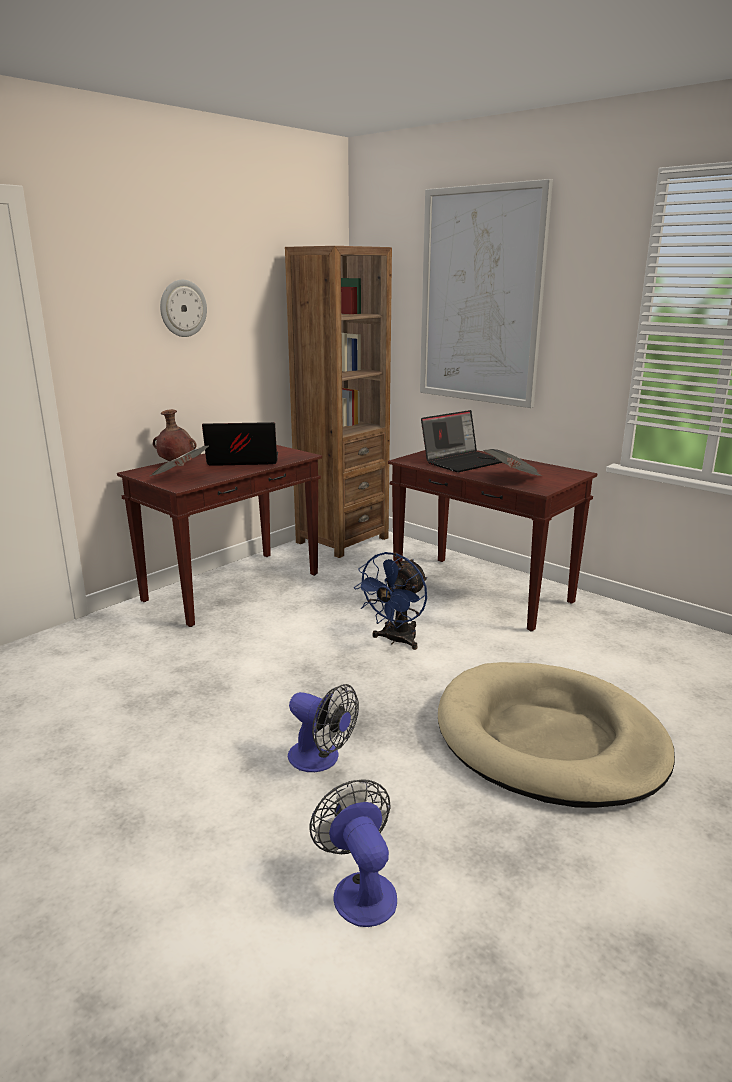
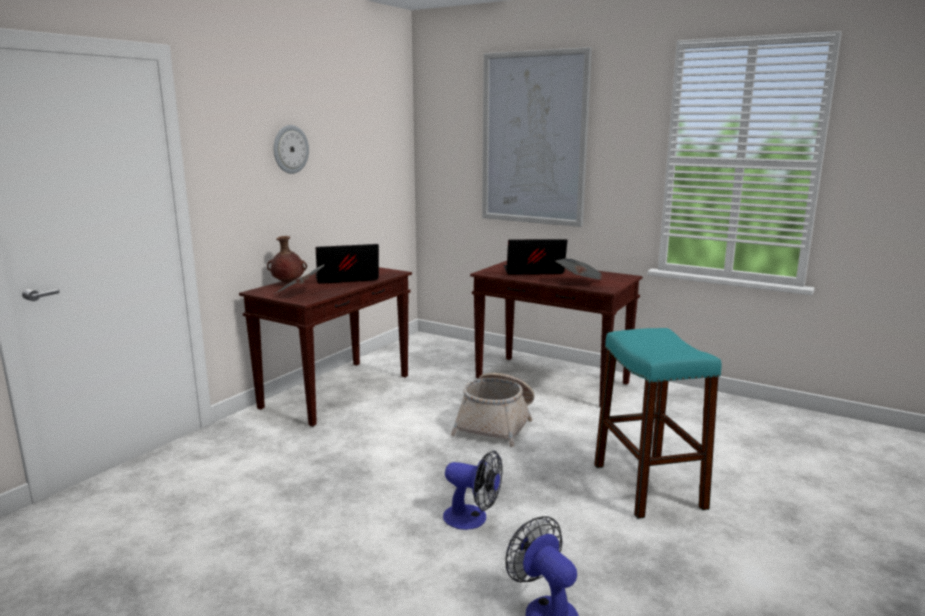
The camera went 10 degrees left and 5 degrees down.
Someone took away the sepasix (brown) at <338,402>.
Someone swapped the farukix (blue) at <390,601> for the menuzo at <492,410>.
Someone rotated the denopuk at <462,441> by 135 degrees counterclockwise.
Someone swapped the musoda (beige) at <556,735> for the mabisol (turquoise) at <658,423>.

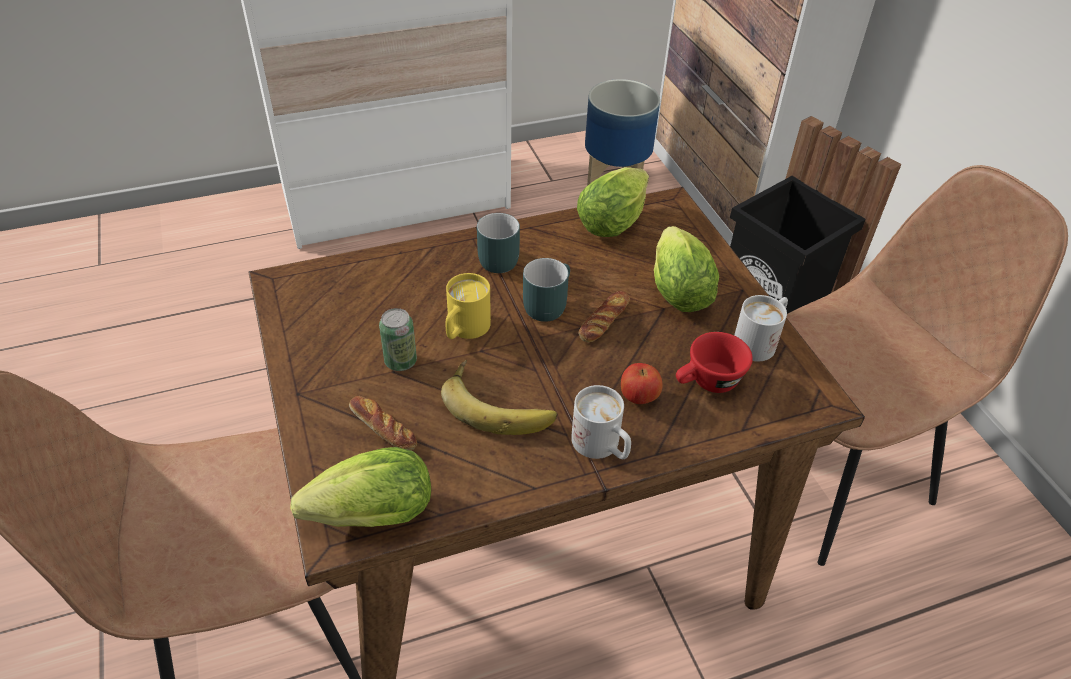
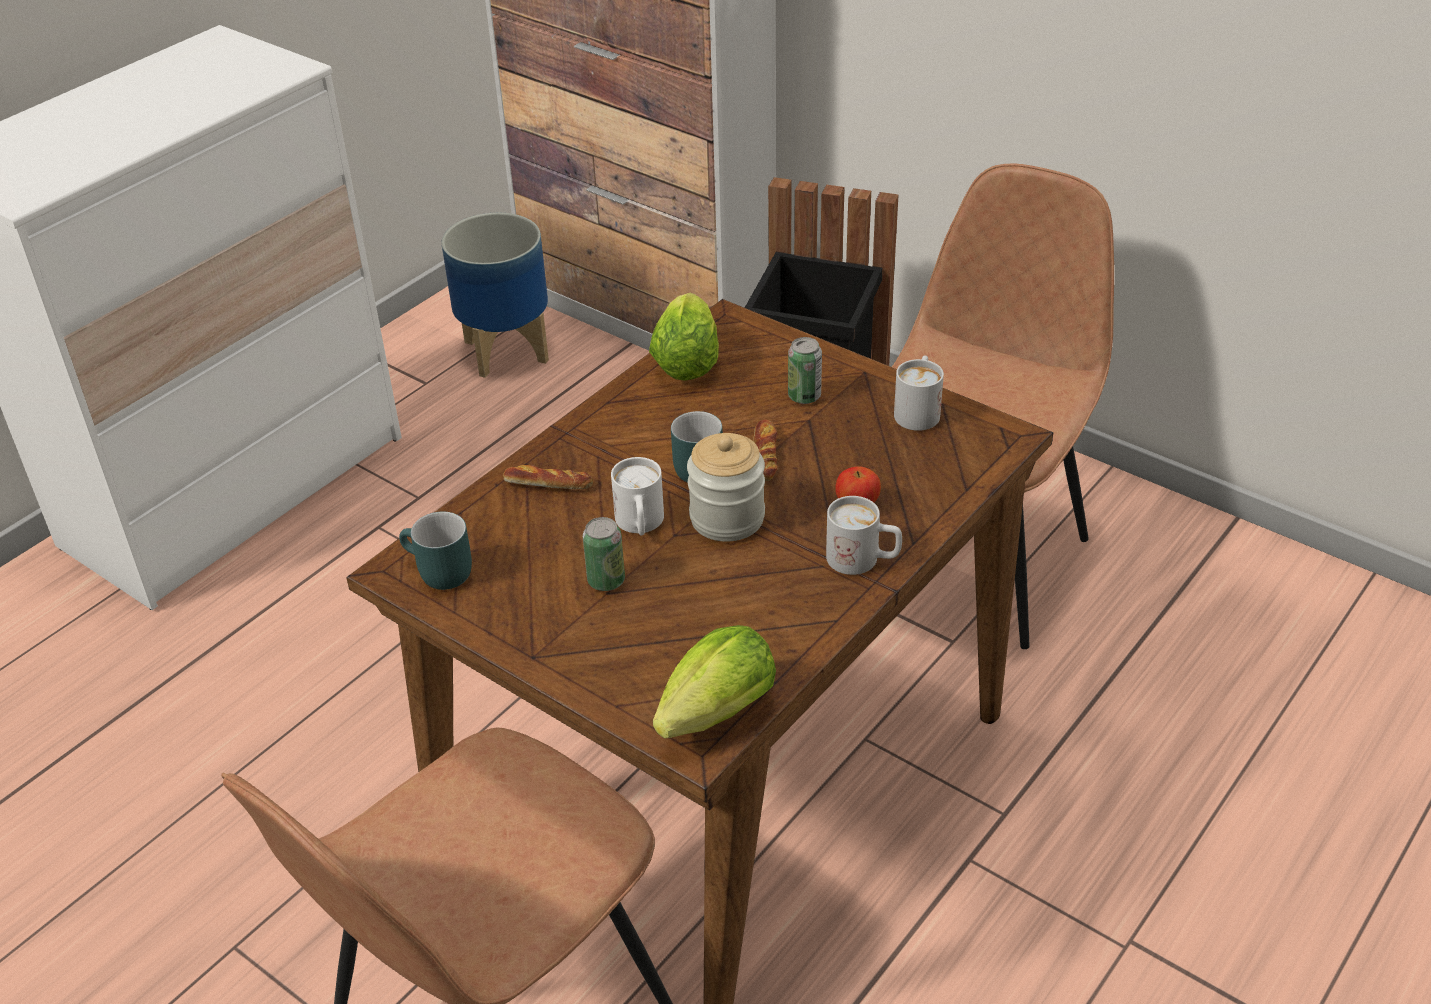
The camera went 30 degrees left and 5 degrees down.
Someone carried the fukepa from <383,423> to <548,477>.
Someone took away the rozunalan at <499,397>.
Someone repainted the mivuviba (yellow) at <468,306>, which became the mivuviba (white) at <637,496>.
Someone carried the mivuviba (turquoise) from <498,243> to <435,550>.
Someone swapped the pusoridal at <686,269> for the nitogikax at <805,370>.
Someone took away the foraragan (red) at <714,362>.
Someone put down the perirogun at <726,487>.

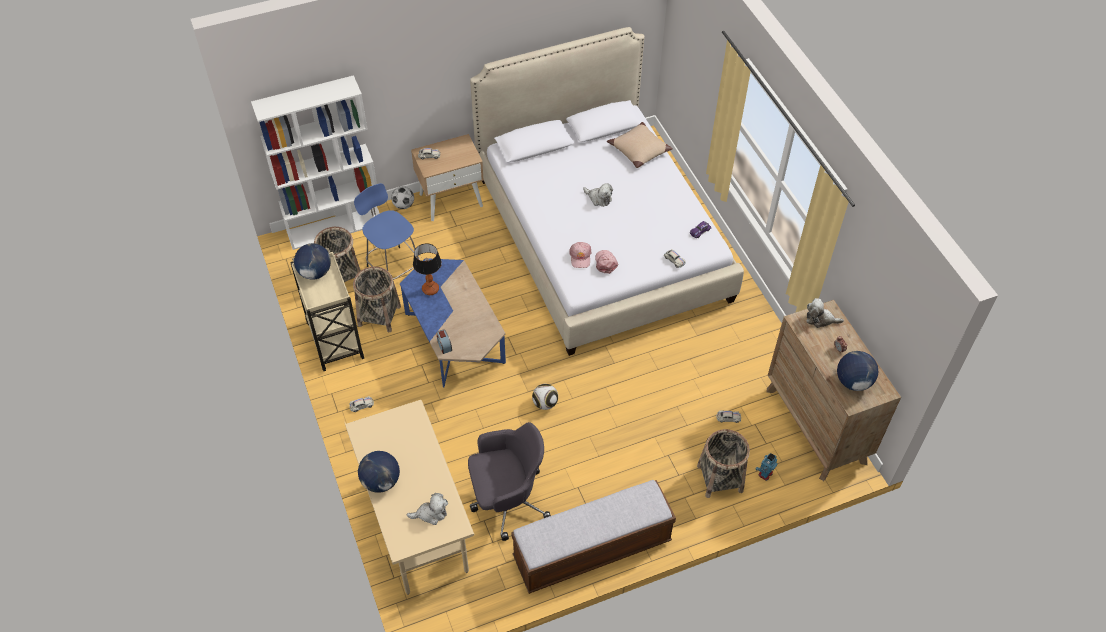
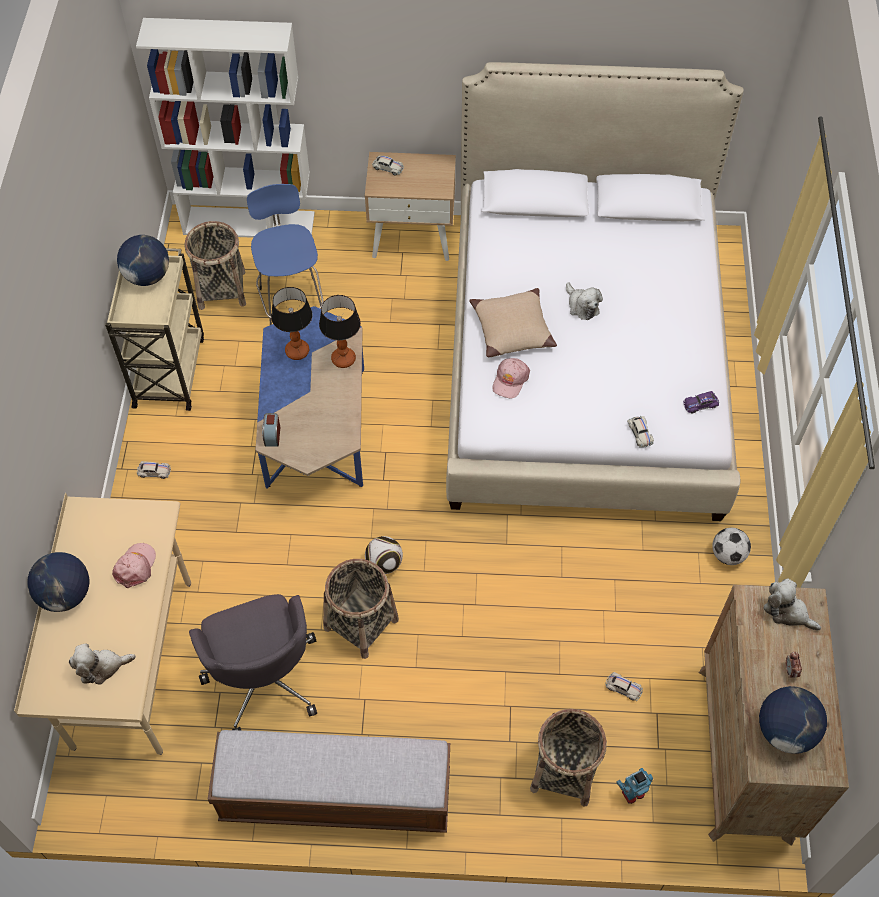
The camera went 25 degrees right and 5 degrees up.
Someone carried the menuzo from <377,299> to <361,609>.
Someone carried the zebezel from <402,197> to <731,546>.
Someone rotated the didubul at <427,509> by 150 degrees clockwise.
Someone rotated the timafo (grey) at <509,481> by 60 degrees clockwise.
Someone carried the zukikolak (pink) from <606,262> to <134,565>.
Someone carried the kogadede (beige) from <640,145> to <513,322>.
Someone put down the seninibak at <340,331>.

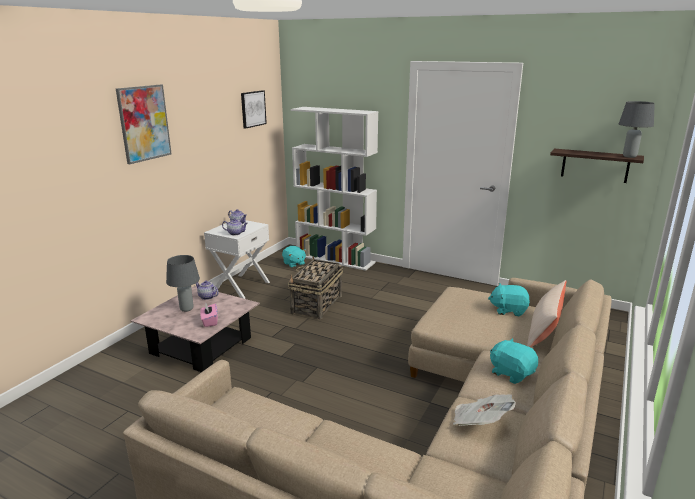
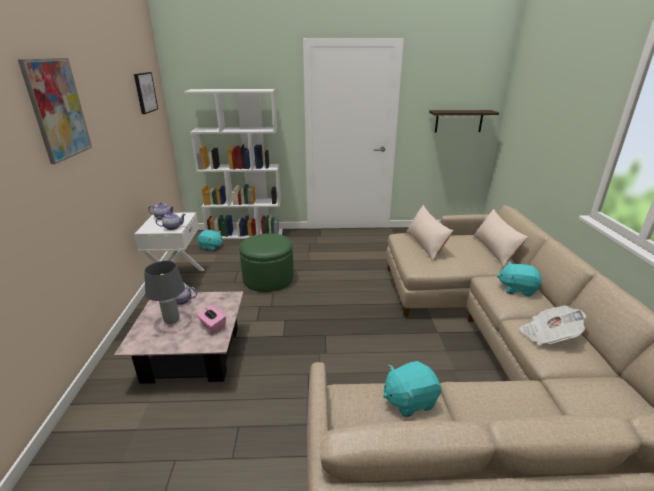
The camera went 30 degrees left and 5 degrees up.
Someone swapped the menuzo at <315,287> for the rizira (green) at <266,262>.
Someone carried the didubul (turquoise) from <509,299> to <412,389>.
Someone took away the seninibak (grey) at <637,129>.
Someone put down the kogadede (beige) at <429,233>.

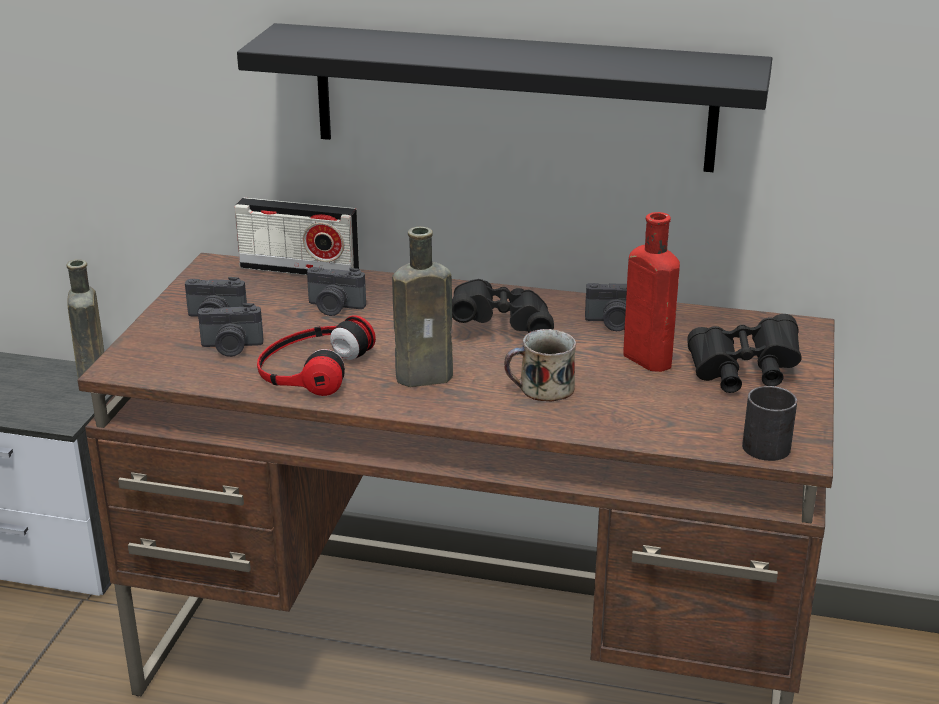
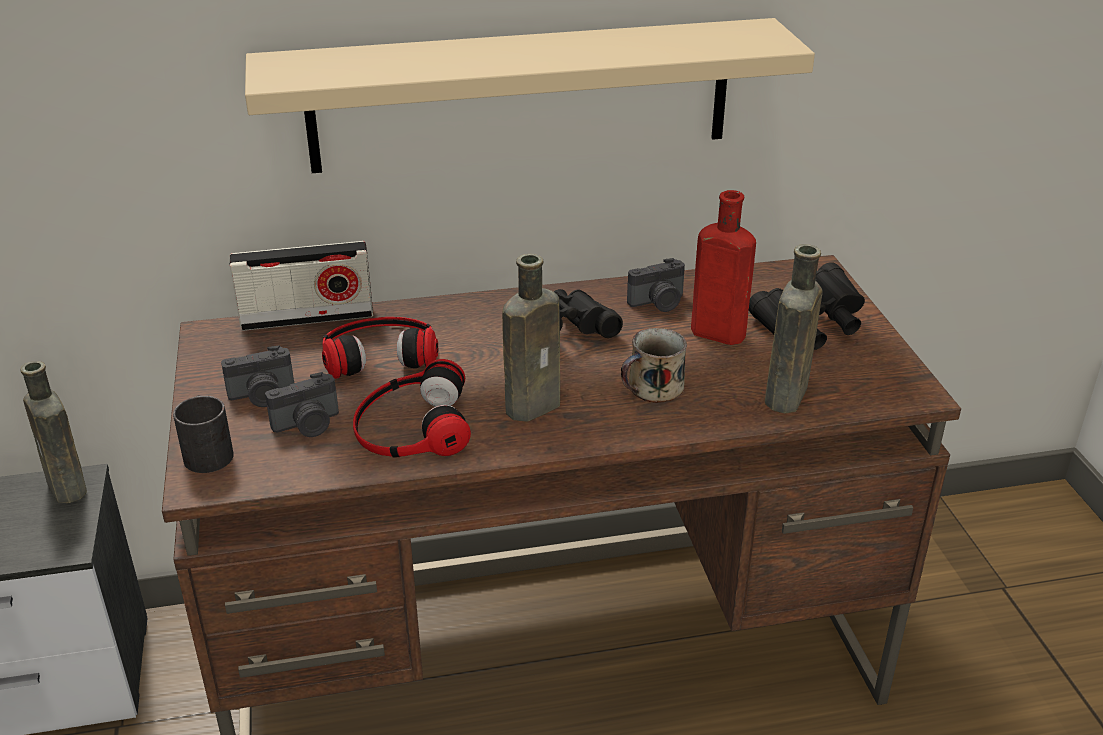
The camera went 25 degrees left and 5 degrees up.
Someone repainted the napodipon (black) at <504,97>, which became the napodipon (beige) at <530,95>.
Someone swapped the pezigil at <336,291> for the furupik at <380,348>.
Someone carried the mivuviba (black) from <769,423> to <203,434>.
Someone put down the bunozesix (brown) at <794,328>.

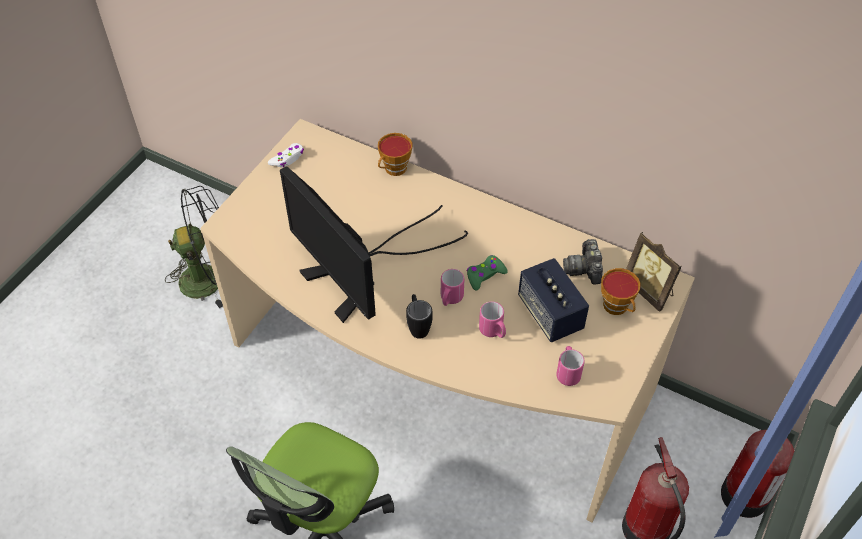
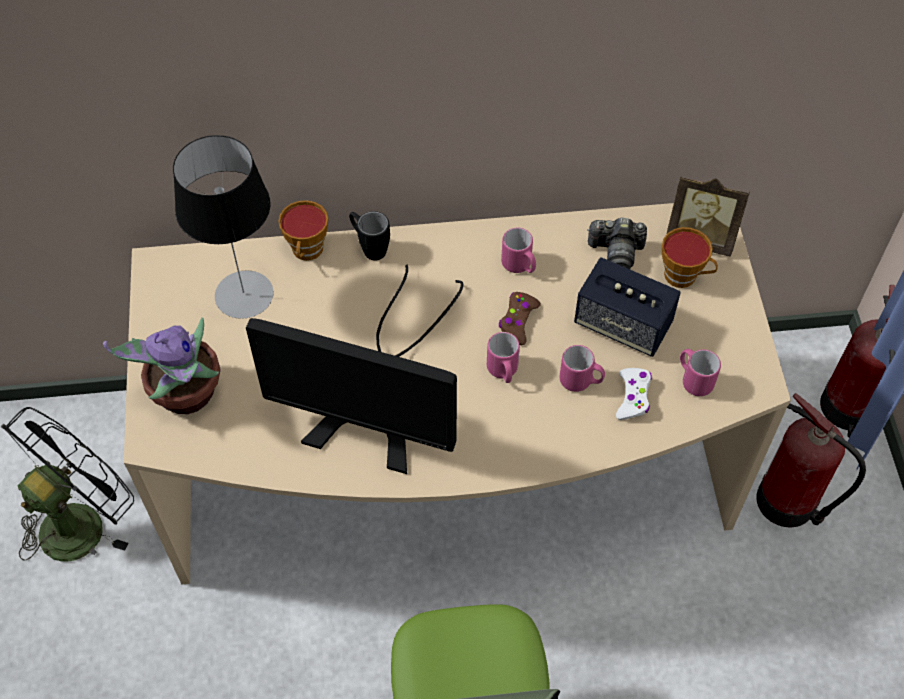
The camera went 35 degrees left and 5 degrees up.
Someone carried the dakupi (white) from <286,155> to <634,394>.
Someone carried the mivuviba (black) from <419,316> to <369,236>.
Someone repainted the dakupi (green) at <487,273>, which became the dakupi (brown) at <520,318>.
Someone rotated the pezigil at <583,262> by 45 degrees counterclockwise.
Someone put down the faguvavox at <161,366>.
Someone put down the seninibak at <223,227>.
Someone put down the mivuviba (pink) at <518,250>.

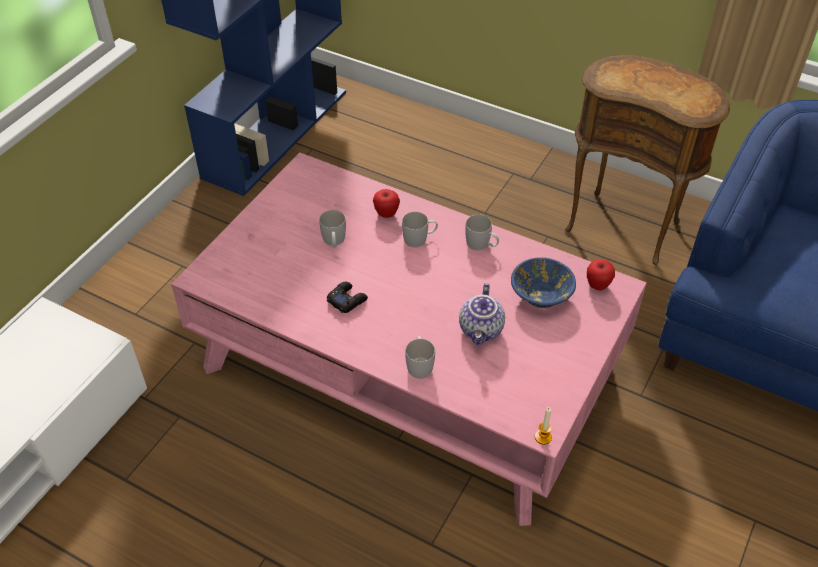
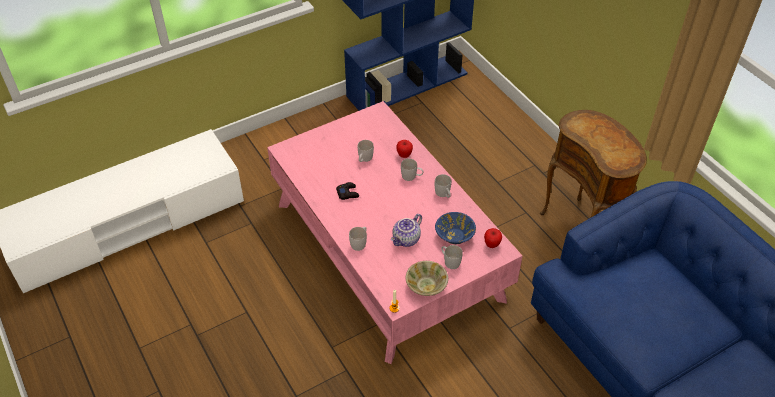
The camera went 30 degrees right and 0 degrees up.
Someone put down the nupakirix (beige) at <426,278>.
Someone put down the mivuviba (white) at <452,257>.

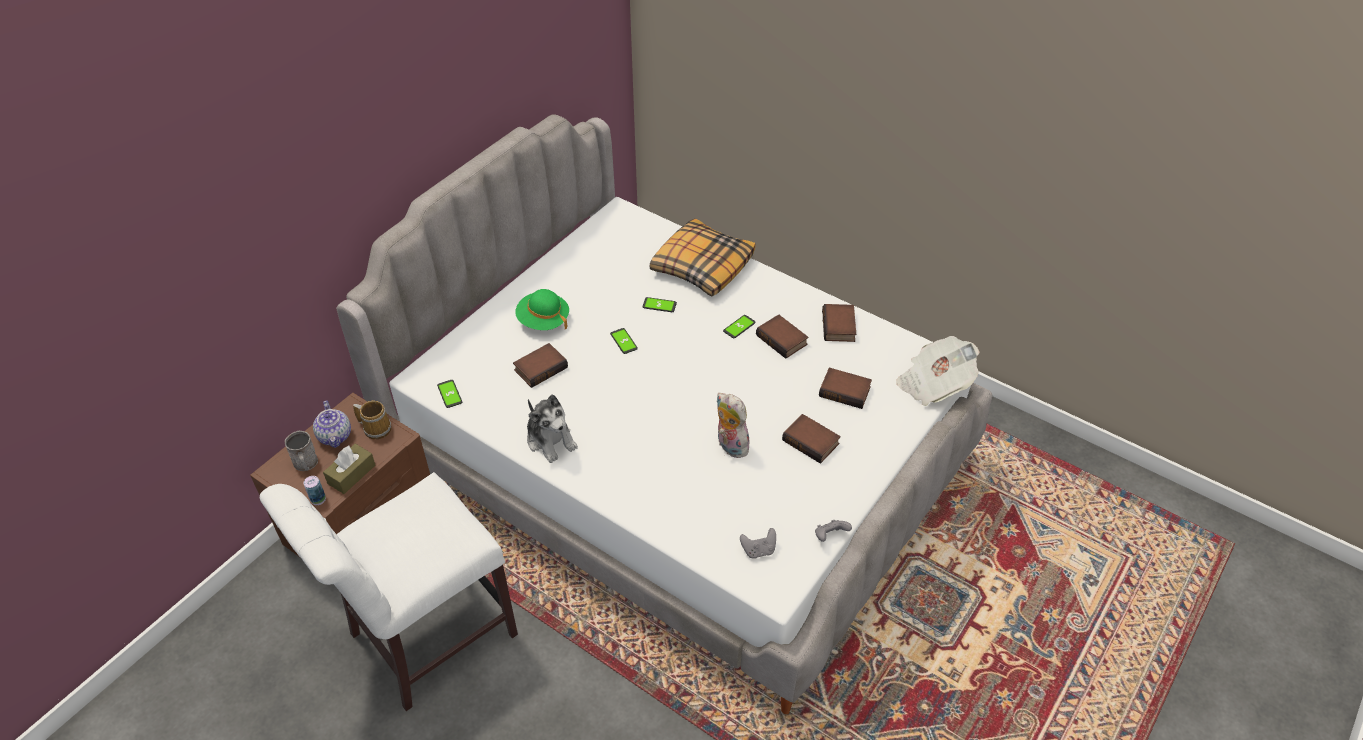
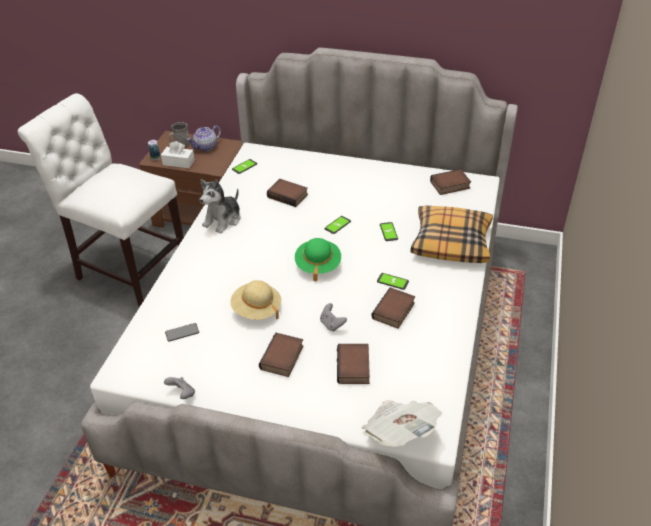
The camera went 70 degrees right and 5 degrees down.
Someone repainted the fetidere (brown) at <349,469>, which became the fetidere (white) at <178,154>.
Someone took away the mivuviba at <372,419>.
Someone carried the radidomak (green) from <542,309> to <318,260>.
Someone swapped the didubul at <733,425> for the radidomak (beige) at <255,300>.
Someone carried the dakupi (grey) from <758,543> to <333,317>.
Someone carried the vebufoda from <839,323> to <450,182>.
Someone put down the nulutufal at <182,332>.

